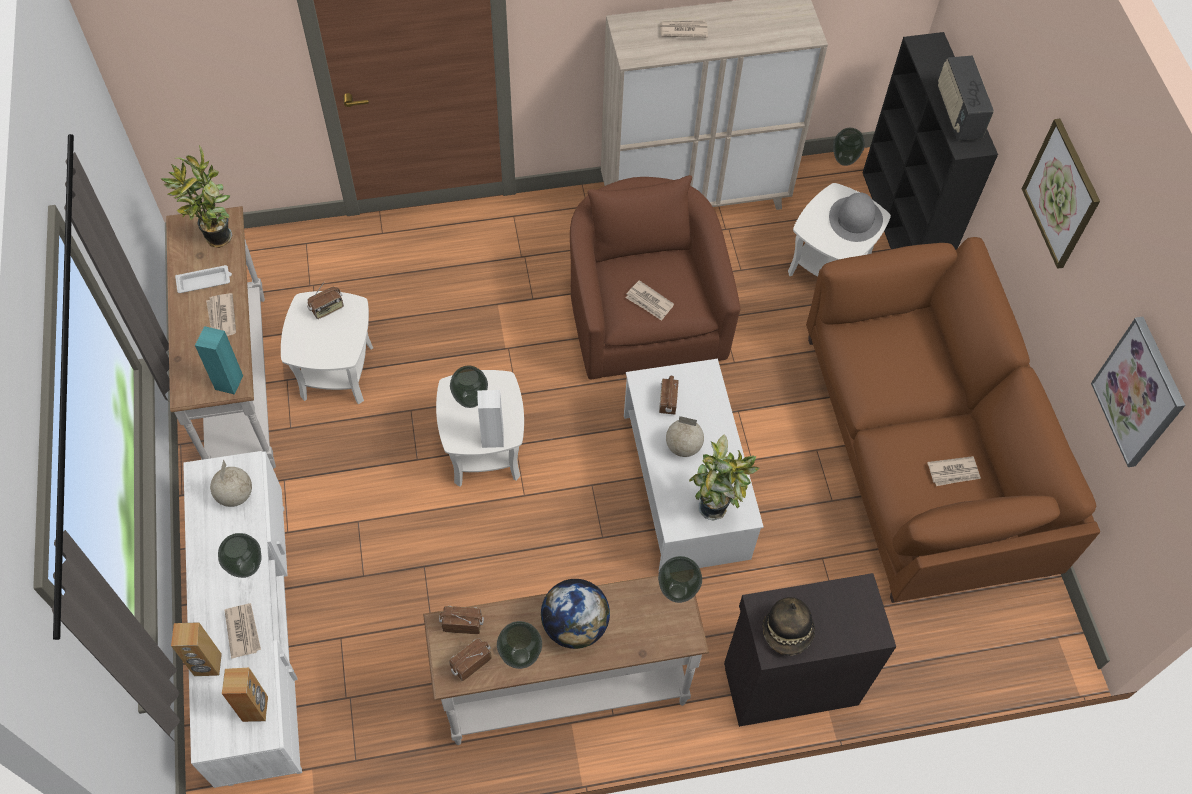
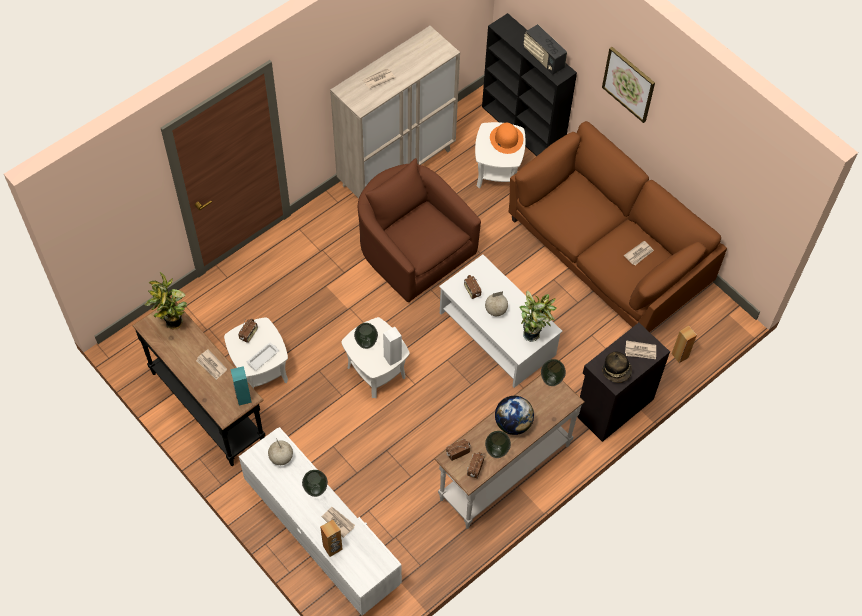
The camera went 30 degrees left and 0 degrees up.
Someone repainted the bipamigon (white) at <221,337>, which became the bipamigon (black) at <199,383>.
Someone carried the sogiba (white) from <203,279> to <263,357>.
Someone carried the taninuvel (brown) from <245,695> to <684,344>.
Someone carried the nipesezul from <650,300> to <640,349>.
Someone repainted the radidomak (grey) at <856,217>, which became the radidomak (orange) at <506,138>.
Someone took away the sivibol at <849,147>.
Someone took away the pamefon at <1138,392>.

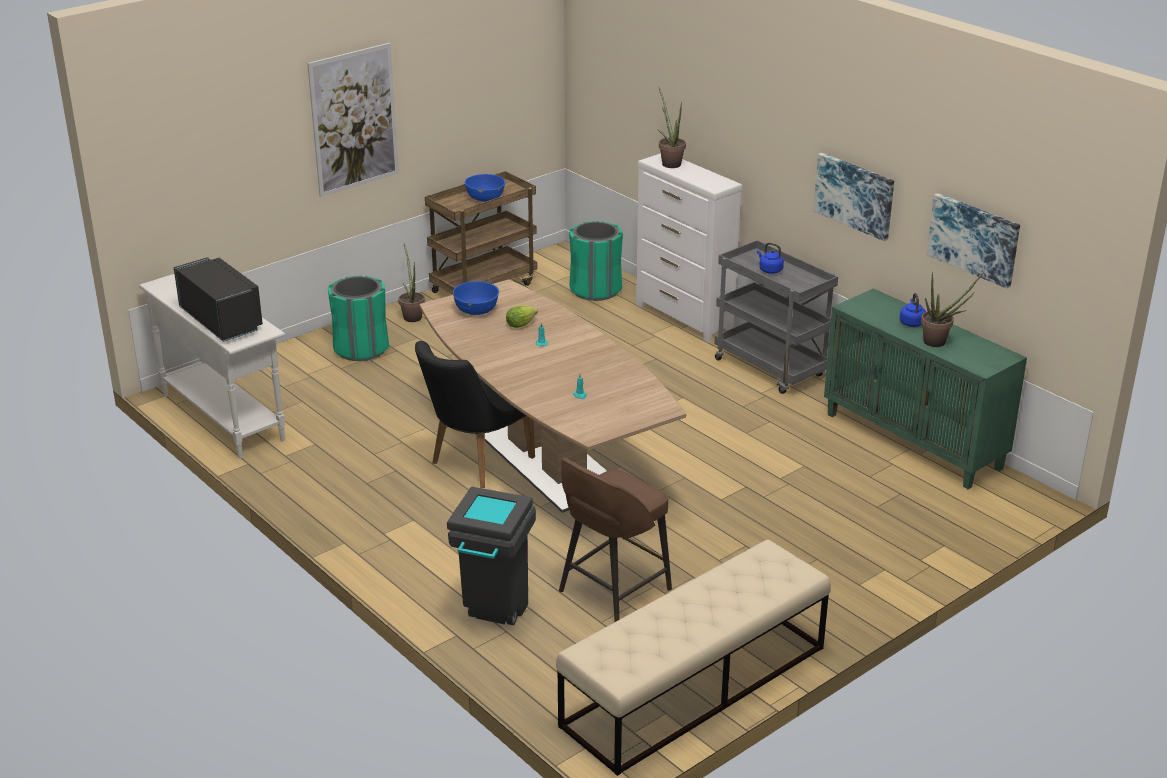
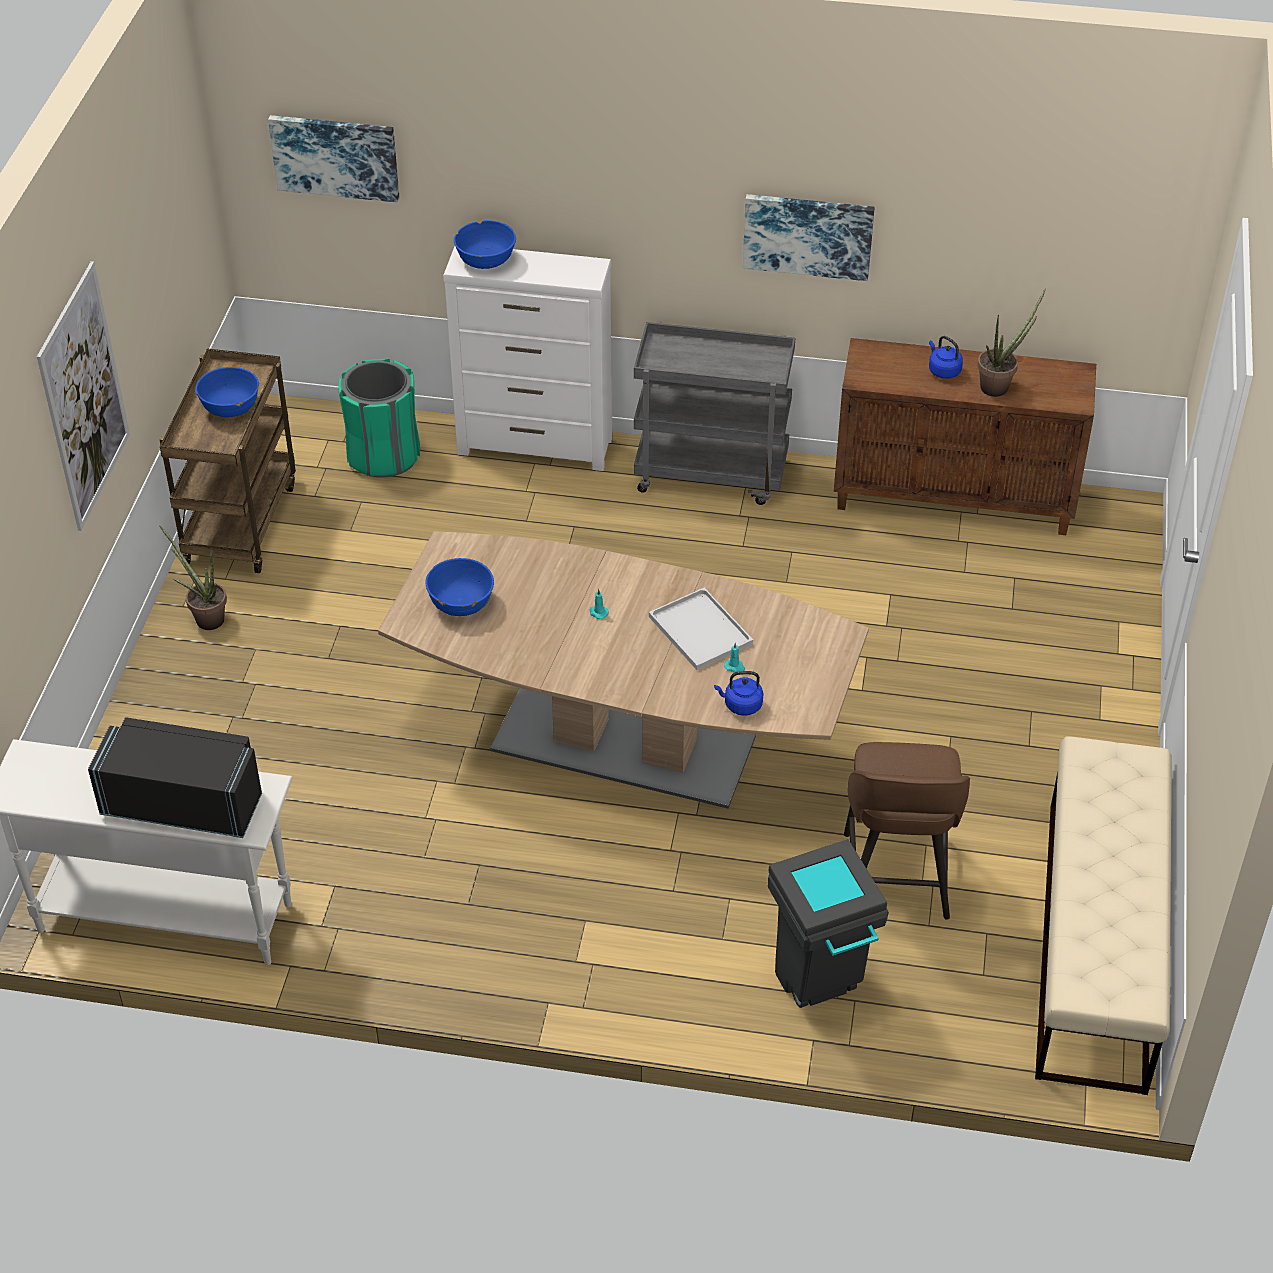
The camera went 40 degrees left and 15 degrees up.
Someone took away the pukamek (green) at <358,318>.
Someone took away the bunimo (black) at <475,414>.
Someone took away the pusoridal at <522,317>.
Someone swapped the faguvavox at <671,127> for the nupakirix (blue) at <485,244>.
Someone carried the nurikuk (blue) from <770,258> to <738,693>.
Someone repainted the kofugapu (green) at <925,388>, which became the kofugapu (brown) at <965,436>.
Someone carried the pamefon from <973,241> to <333,159>.
Someone put down the sogiba (white) at <701,629>.

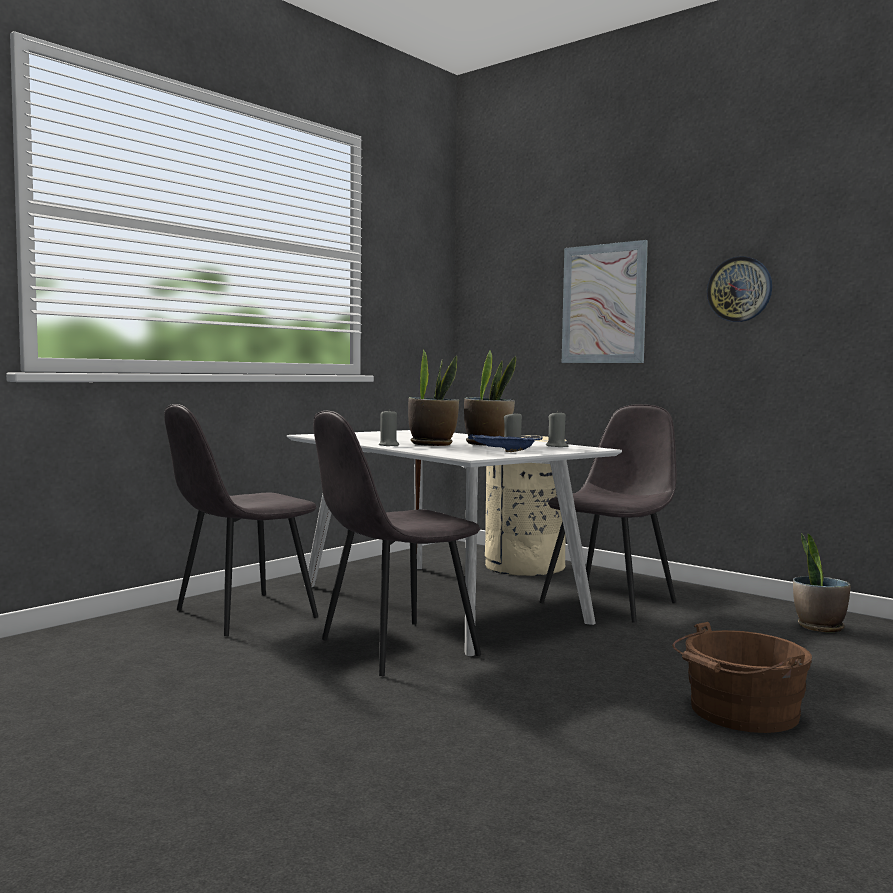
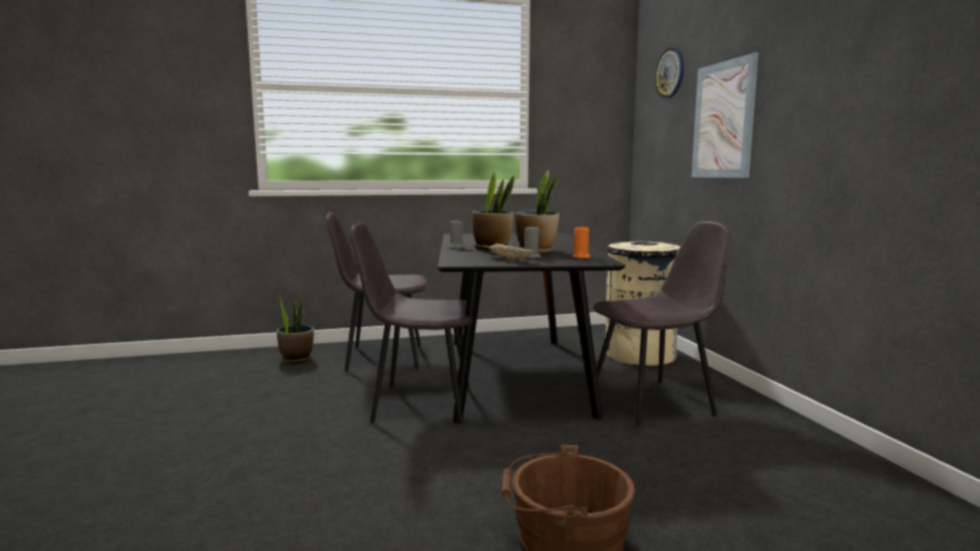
The camera went 35 degrees right and 5 degrees up.
Someone repainted the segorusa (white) at <454,543>, which became the segorusa (black) at <532,328>.
Someone repainted the sogiba (blue) at <505,443>, which became the sogiba (beige) at <509,252>.
Someone repainted the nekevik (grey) at <557,428>, which became the nekevik (orange) at <581,242>.
Someone carried the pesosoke from <739,289> to <669,72>.
Someone carried the faguvavox from <822,582> to <295,330>.

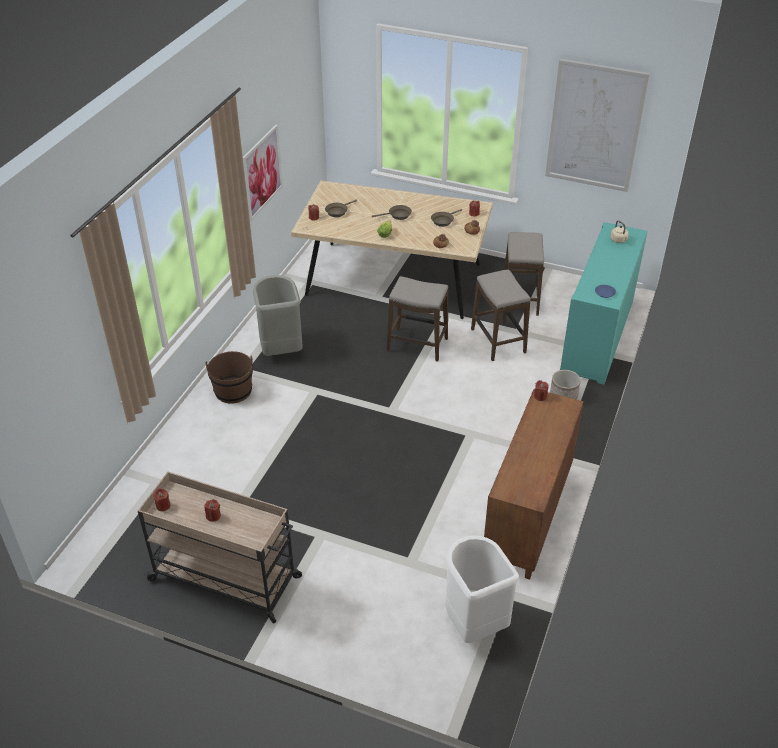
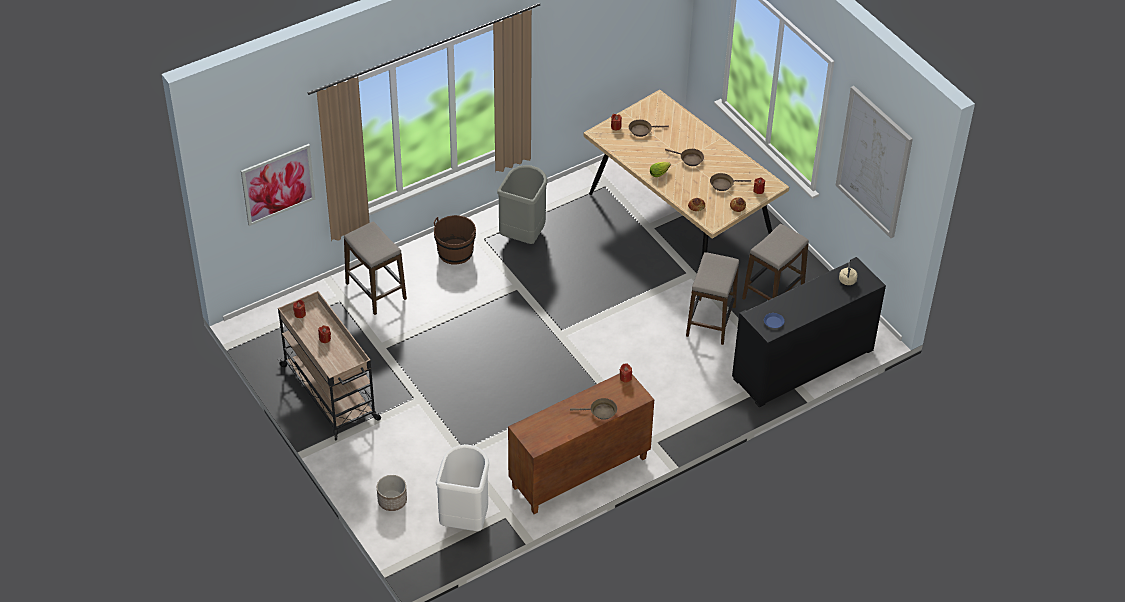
The camera went 35 degrees right and 5 degrees up.
Someone carried the pamefon from <263,173> to <278,185>.
Someone carried the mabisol from <417,319> to <375,268>.
Someone carried the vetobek from <565,384> to <392,493>.
Someone repainted the kofugapu (turquoise) at <604,303>, which became the kofugapu (black) at <809,332>.
Someone put down the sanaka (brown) at <593,409>.

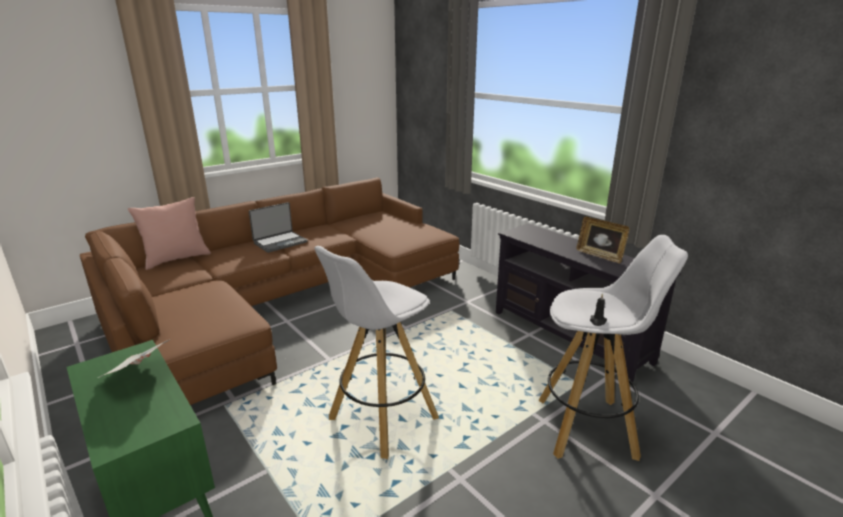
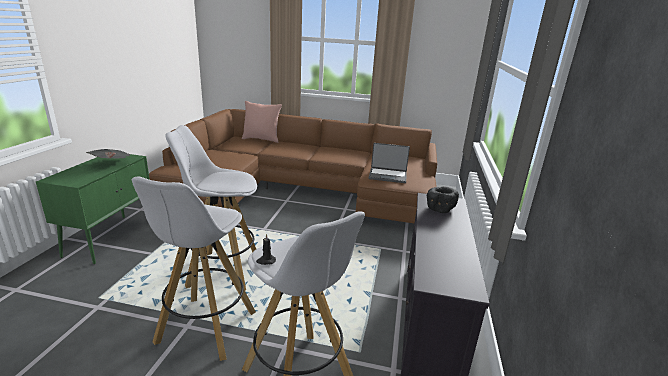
The camera went 50 degrees right and 0 degrees up.
Someone carried the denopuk from <278,227> to <389,163>.
Someone took away the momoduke at <602,240>.
Someone put down the mabisol (white) at <194,269>.
Someone put down the nupakirix (black) at <443,199>.

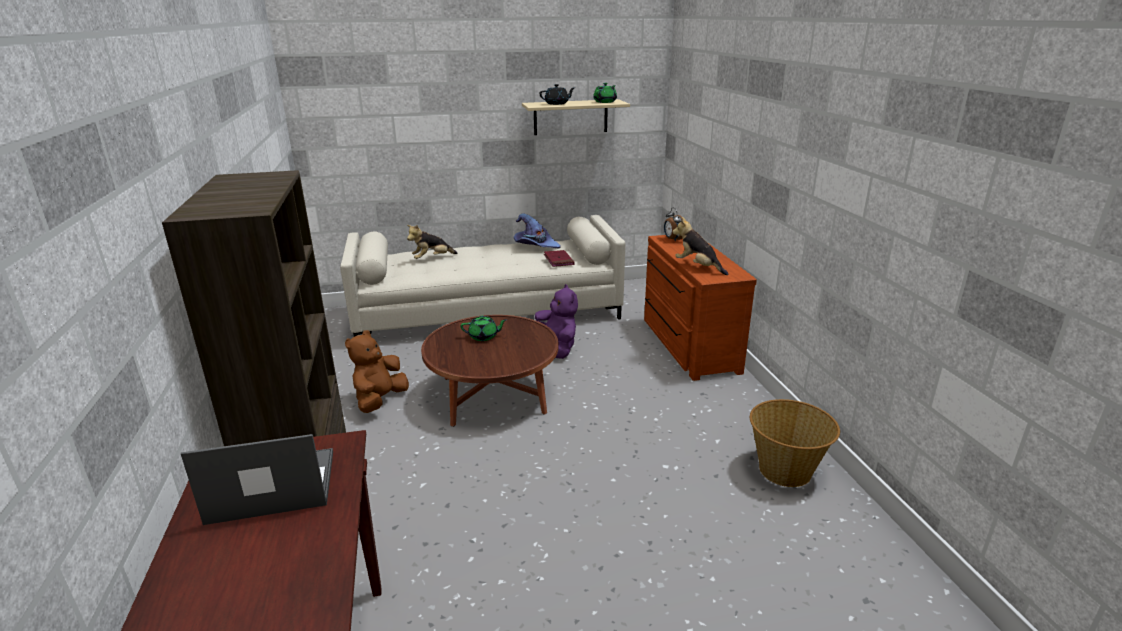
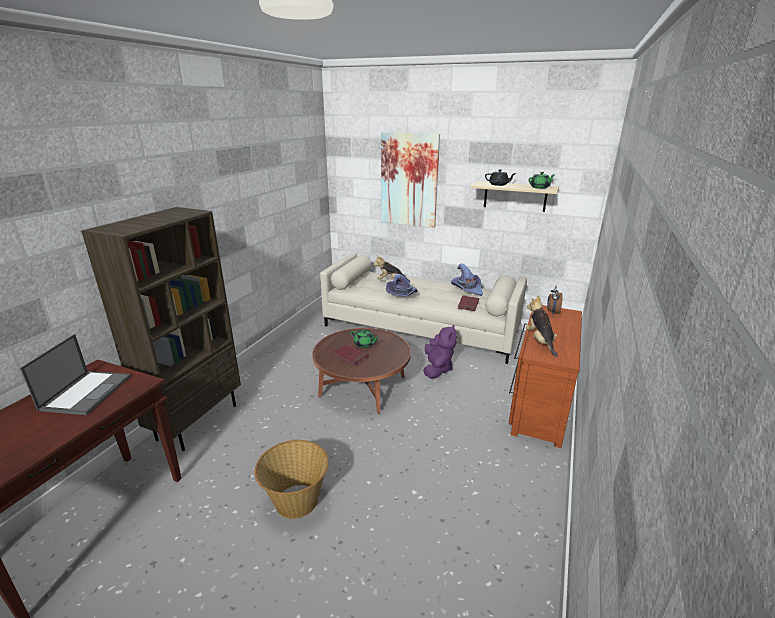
The camera went 35 degrees right and 0 degrees up.
Someone rotated the denopuk at <256,479> by 75 degrees clockwise.
Someone took away the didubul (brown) at <377,371>.
Someone carried the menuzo from <795,443> to <291,479>.
Someone put down the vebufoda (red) at <350,355>.
Someone put up the pamefon at <410,180>.
Someone put down the radidomak (purple) at <401,285>.

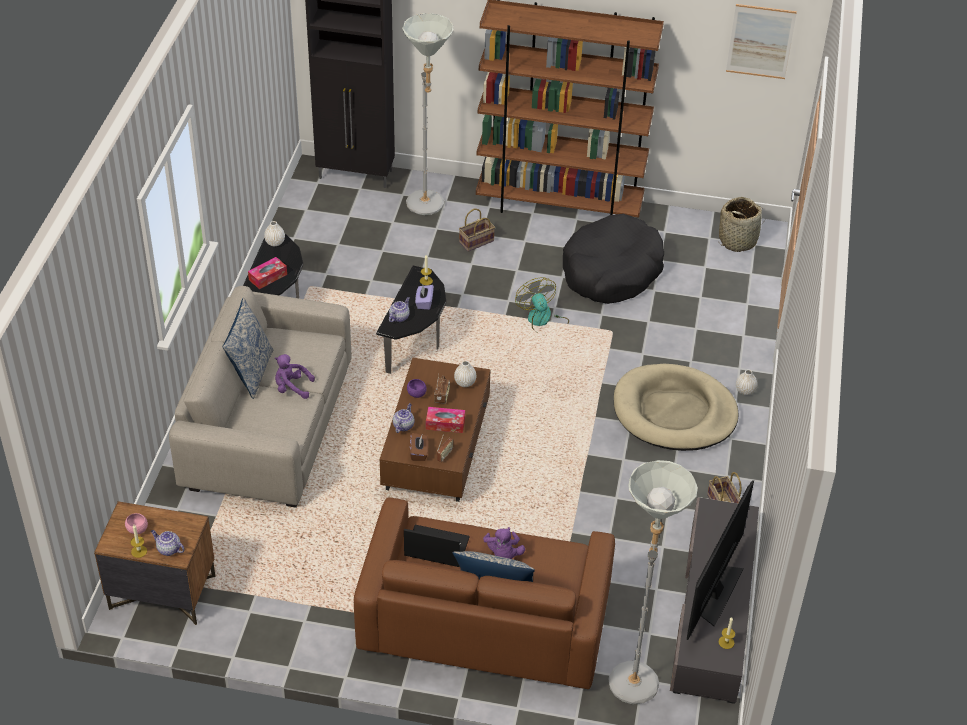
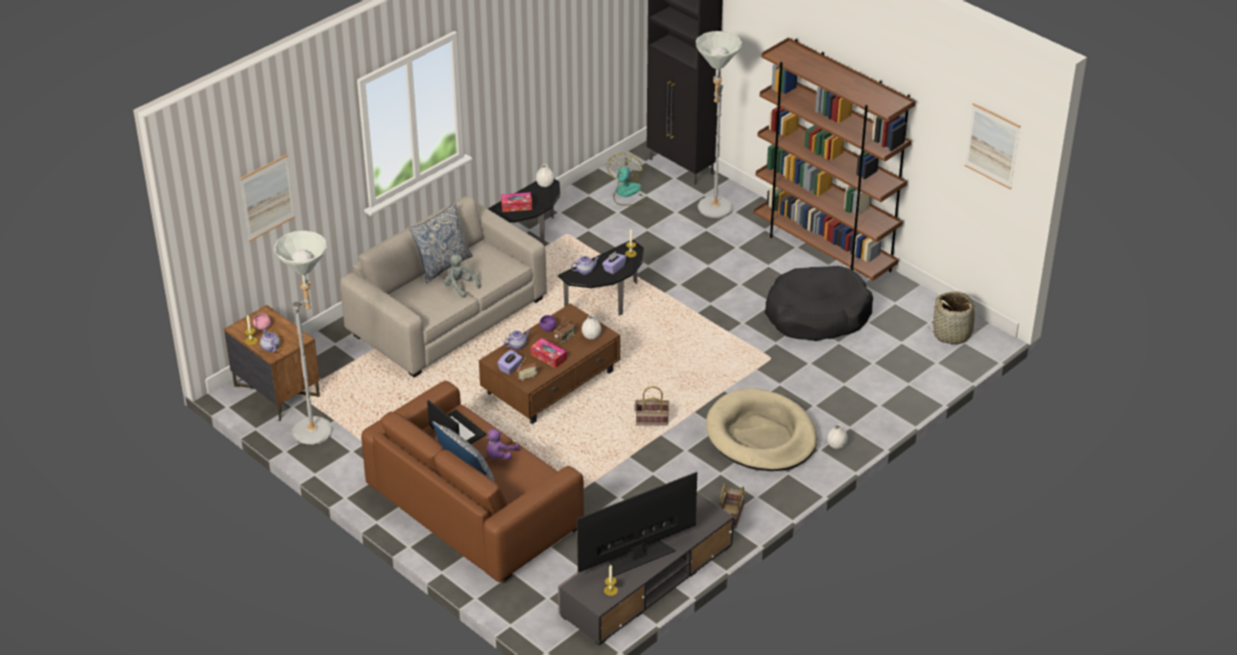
The camera went 35 degrees right and 5 degrees down.
Someone repainted the didubul (purple) at <295,376>, which became the didubul (grey) at <462,276>.
Someone repainted the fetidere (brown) at <419,447>, which became the fetidere (purple) at <510,362>.
Someone carried the menuzo from <477,230> to <652,405>.
Someone carried the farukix from <542,306> to <626,179>.
Someone carried the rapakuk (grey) from <653,582> to <303,337>.
Someone put up the pamefon at <267,198>.

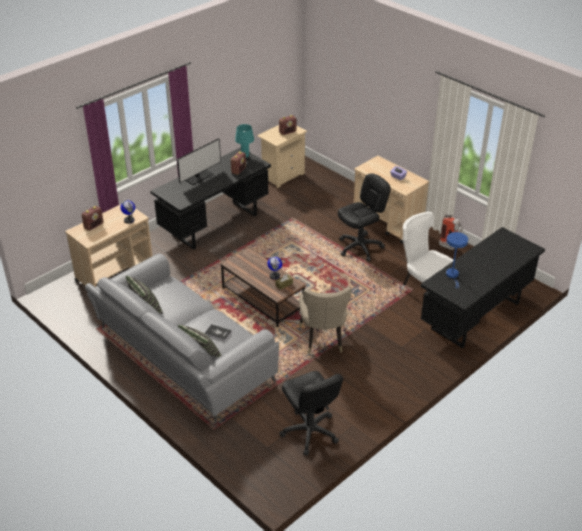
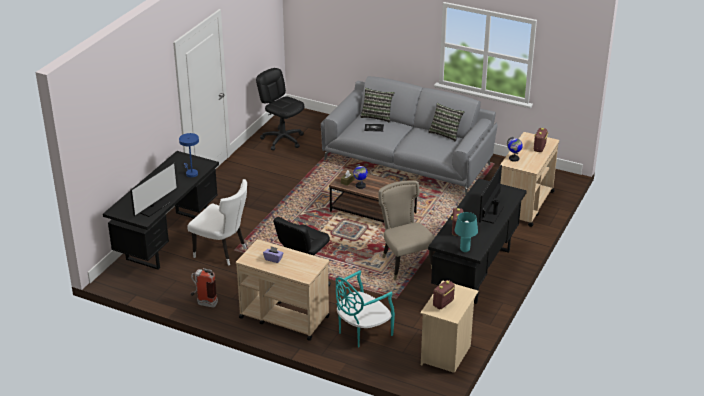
The camera went 160 degrees right and 5 degrees down.
Someone carried the bunimo (beige) from <325,320> to <406,230>.
Someone put down the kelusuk at <154,189>.
Someone put down the bunimo (turquoise) at <365,309>.

